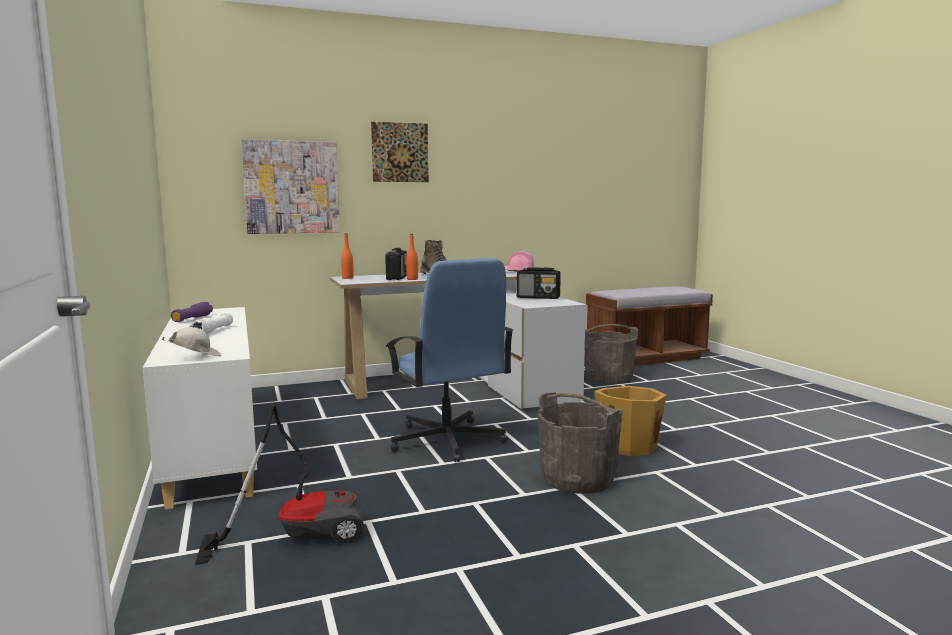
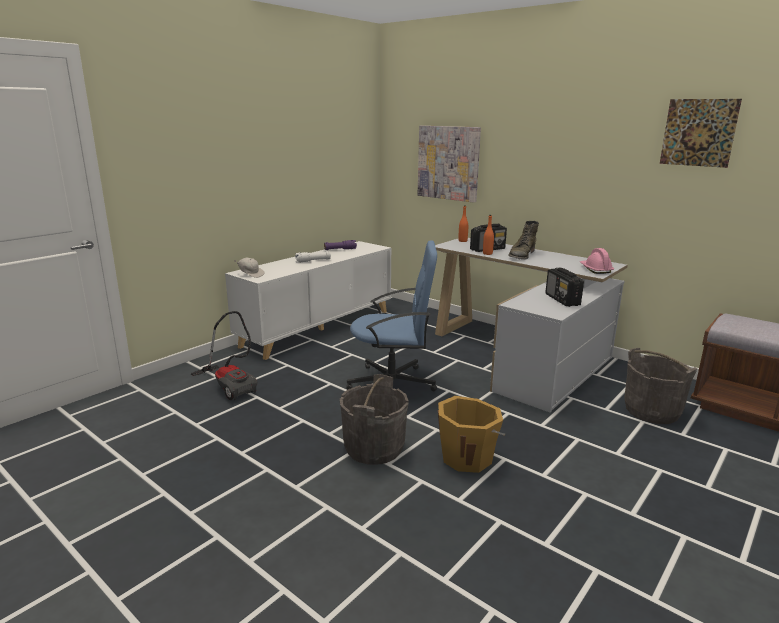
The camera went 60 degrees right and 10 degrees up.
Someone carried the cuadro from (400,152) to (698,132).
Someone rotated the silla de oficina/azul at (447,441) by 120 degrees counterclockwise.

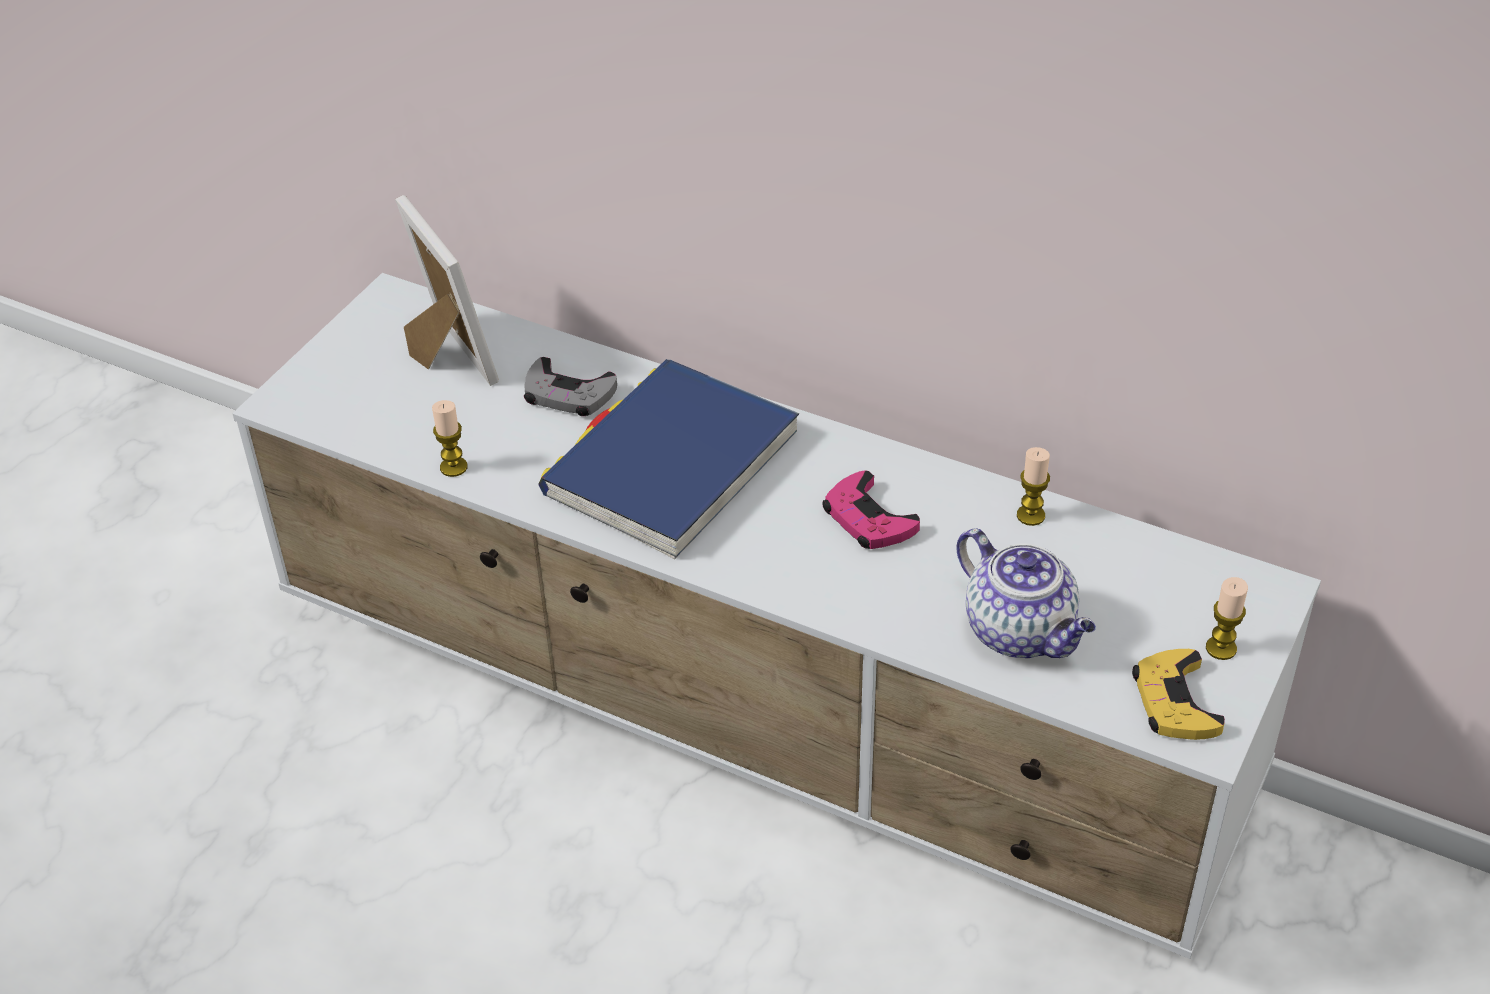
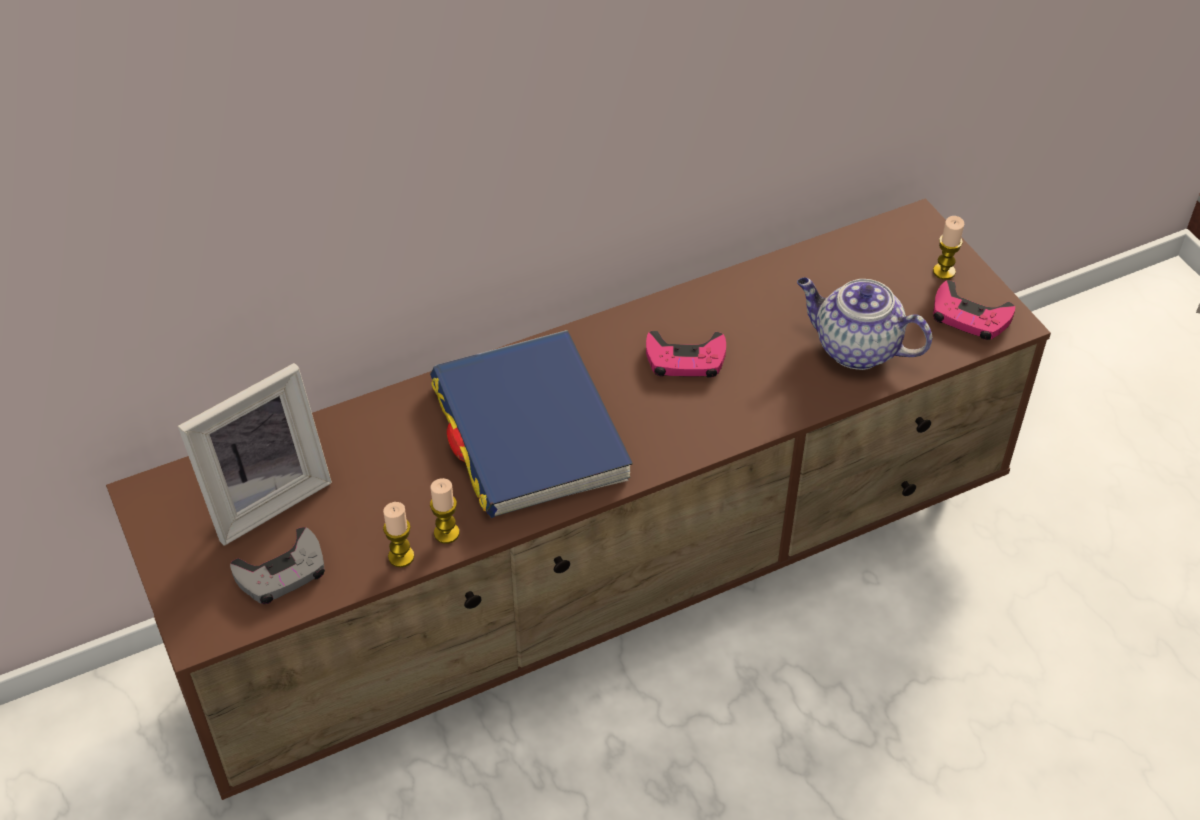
The camera went 55 degrees left and 5 degrees up.
Someone repainted the mueble de televisión/blanco at (756,724), which became the mueble de televisión/marrón at (604,583).
Someone rotated the portarretratos at (445,357) by 135 degrees clockwise.
Someone carried the mando de consola/gris from (568,394) to (282,572).
Someone rotated the tetera at (1022,632) by 150 degrees counterclockwise.
Someone carried the vela from (1030,515) to (446,533).
Someone repainted the mando de consola/amarillo at (1174,702), which became the mando de consola/rosa at (969,317).

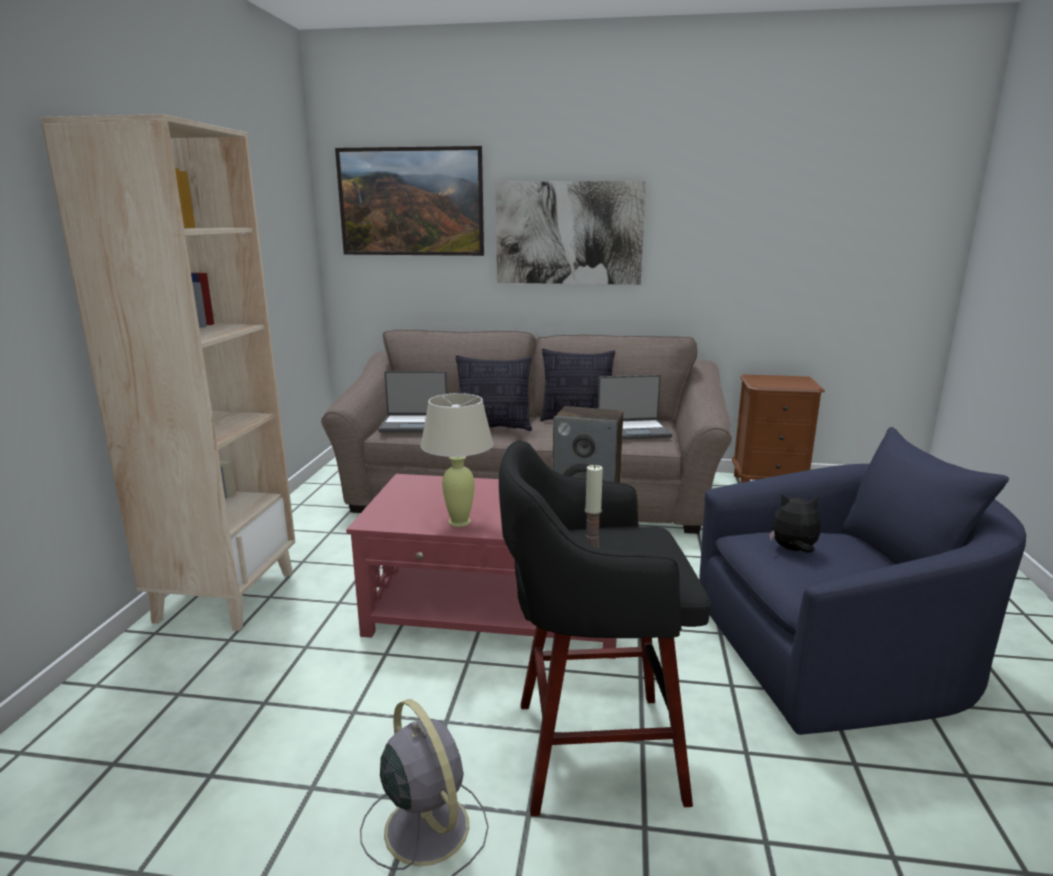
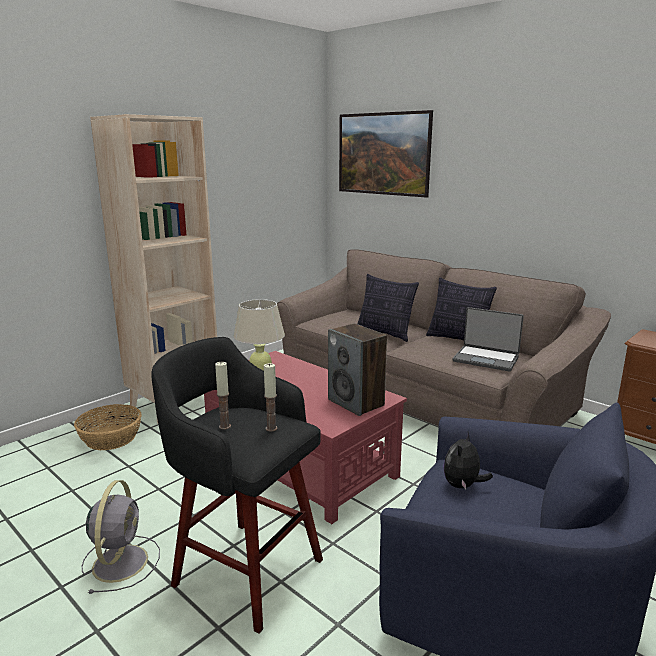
The camera went 35 degrees right and 0 degrees up.
Someone took away the portátil at (414,425).
Someone took away the cuadro at (568,233).
Someone rotated the peluche at (793,550) by 105 degrees counterclockwise.
Someone put down the cesta at (111,438).
Someone put down the vela at (271,428).

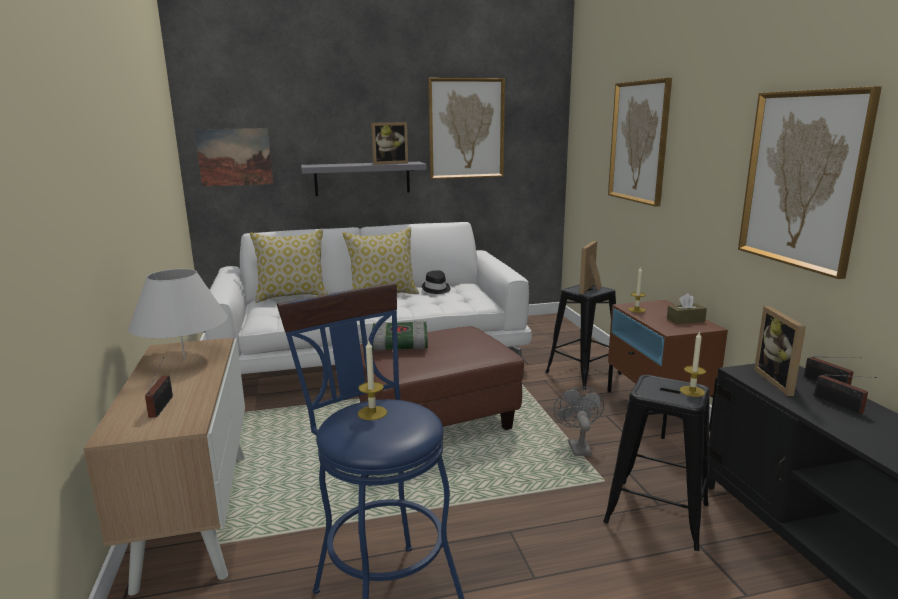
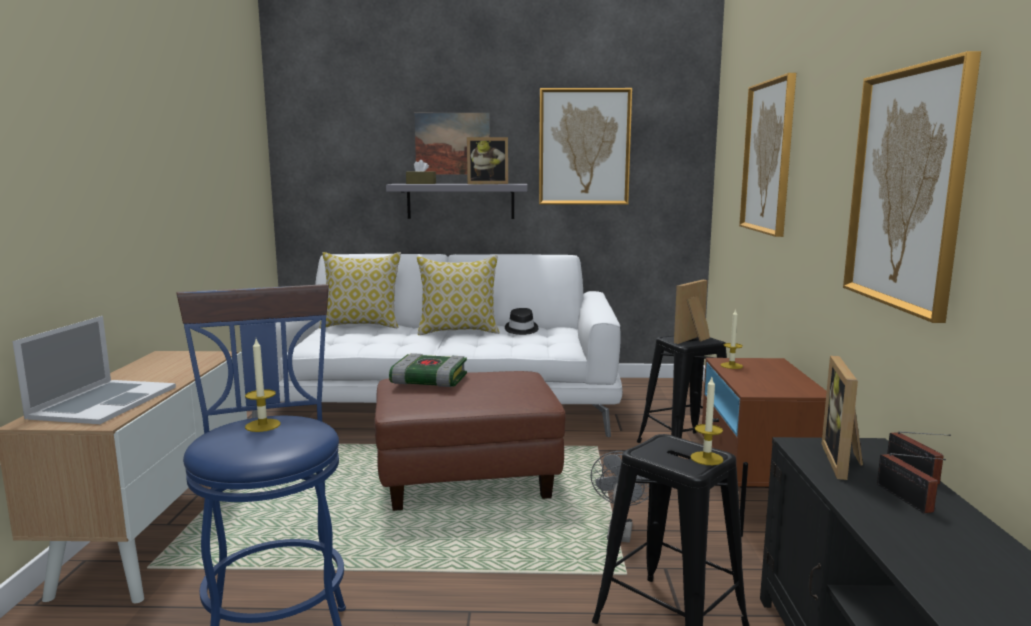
The camera went 15 degrees right and 5 degrees down.
Someone took away the lámpara de mesa/blanco at (184,357).
Someone swapped the radio at (162,405) for the portátil at (103,402).
Someone carried the cuadro from (235,157) to (452,143).
Someone carried the caja de pañuelos/marrón from (685,320) to (421,183).

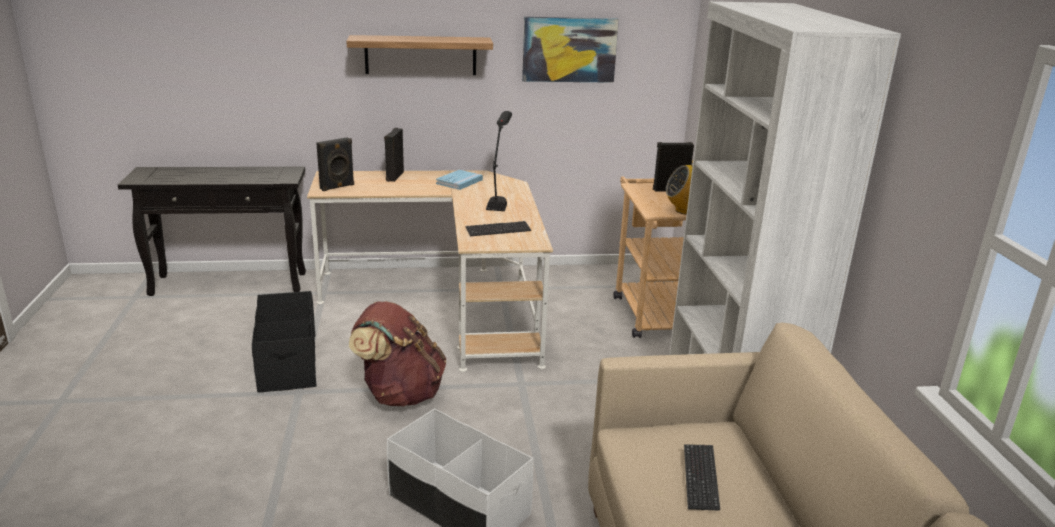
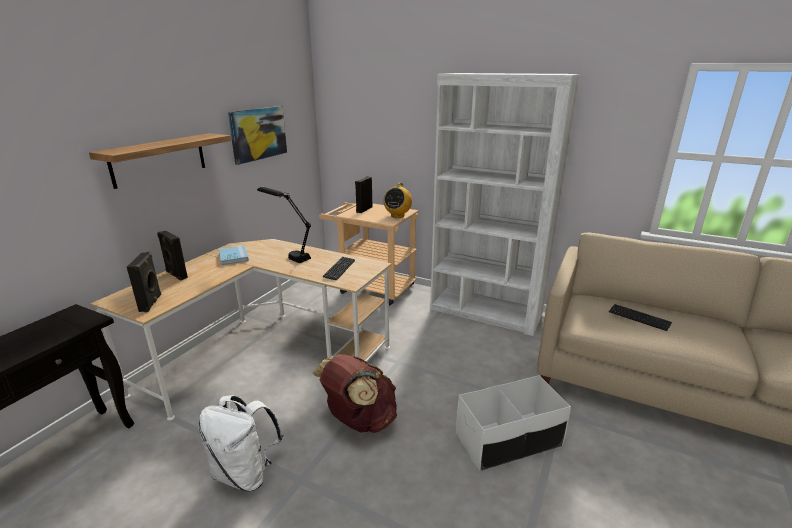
The camera went 55 degrees left and 0 degrees up.
Someone swapped the caja de almacenaje/negro at (287,363) for the mochila/blanco at (246,473).

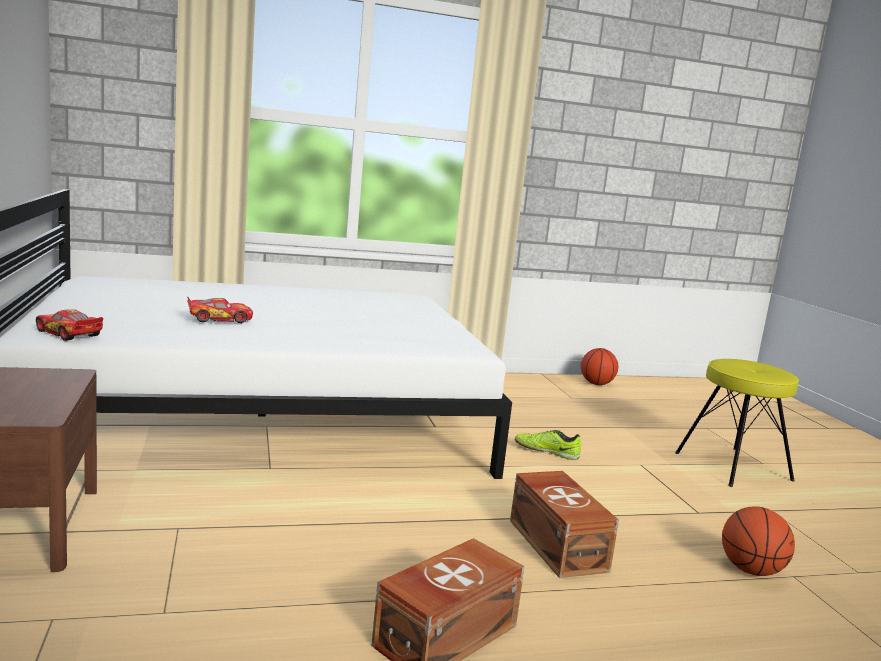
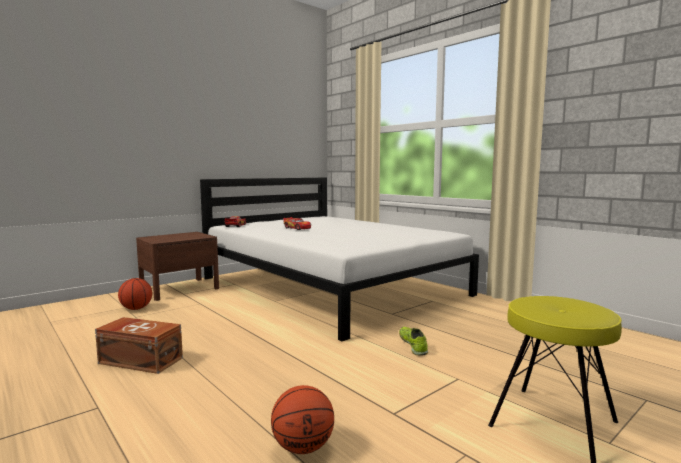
The camera went 65 degrees right and 5 degrees down.
Someone took away the caja de almacenaje/marrón at (558,544).
Someone carried the balón de baloncesto from (596,384) to (136,309).

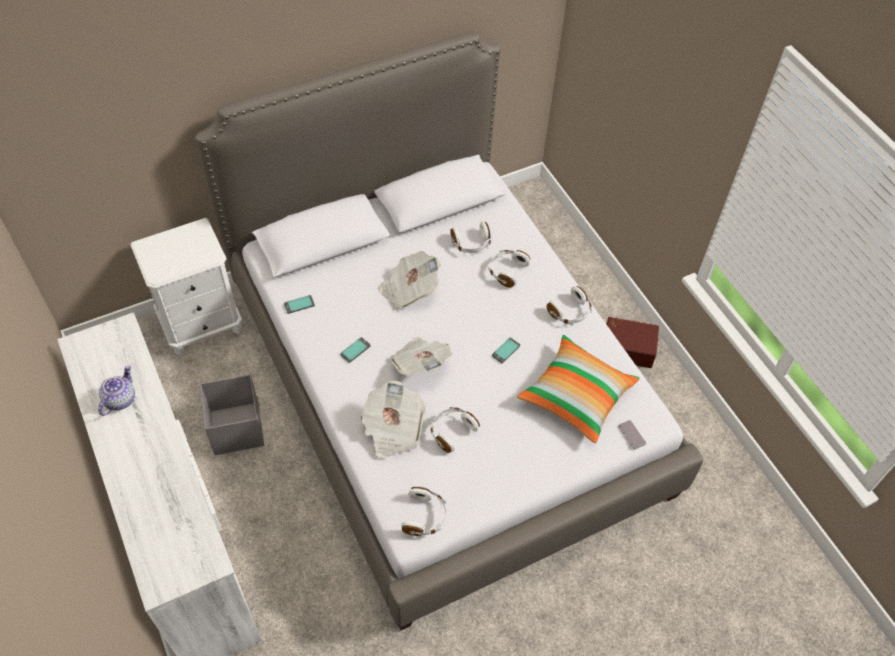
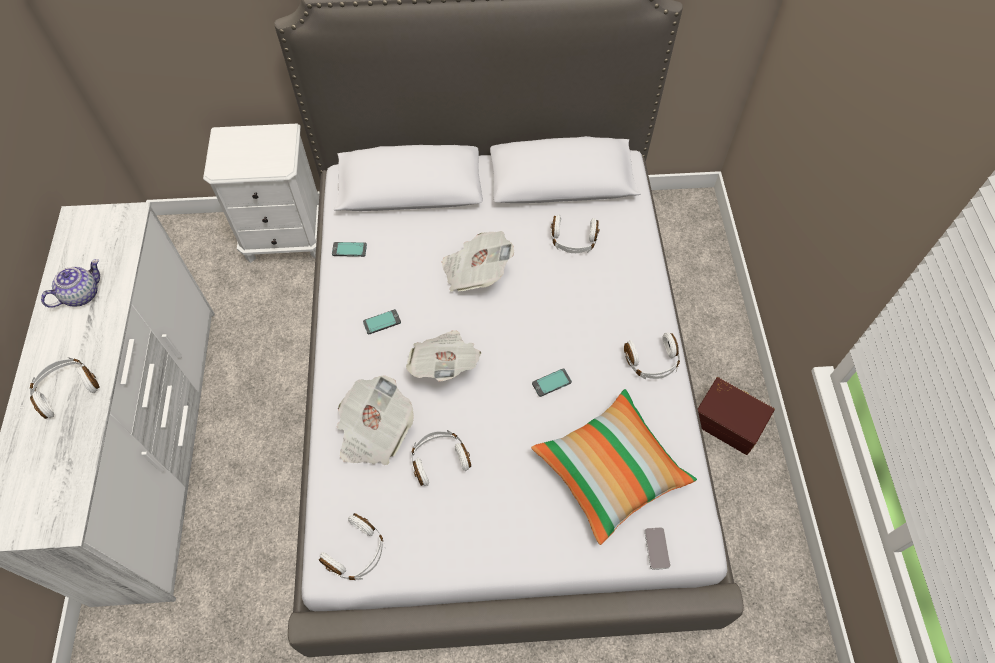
The camera went 25 degrees right and 5 degrees up.
Someone took away the caja de almacenaje/gris at (237,428).
Someone carried the auriculares/blanco from (507,271) to (67,389).

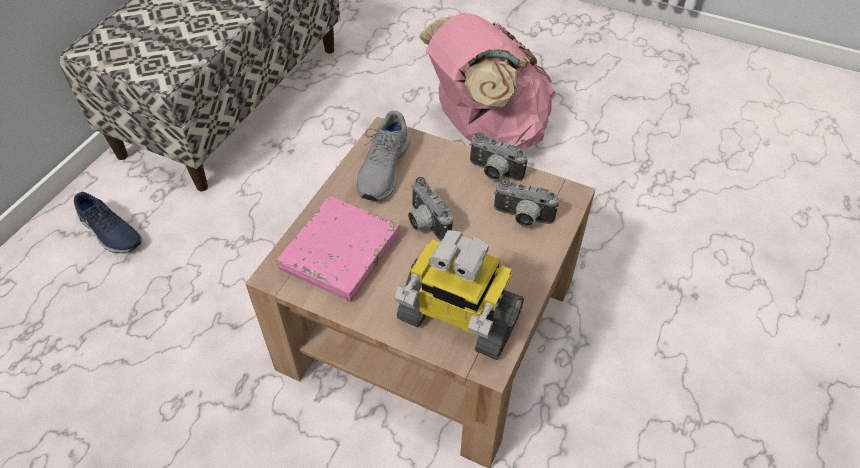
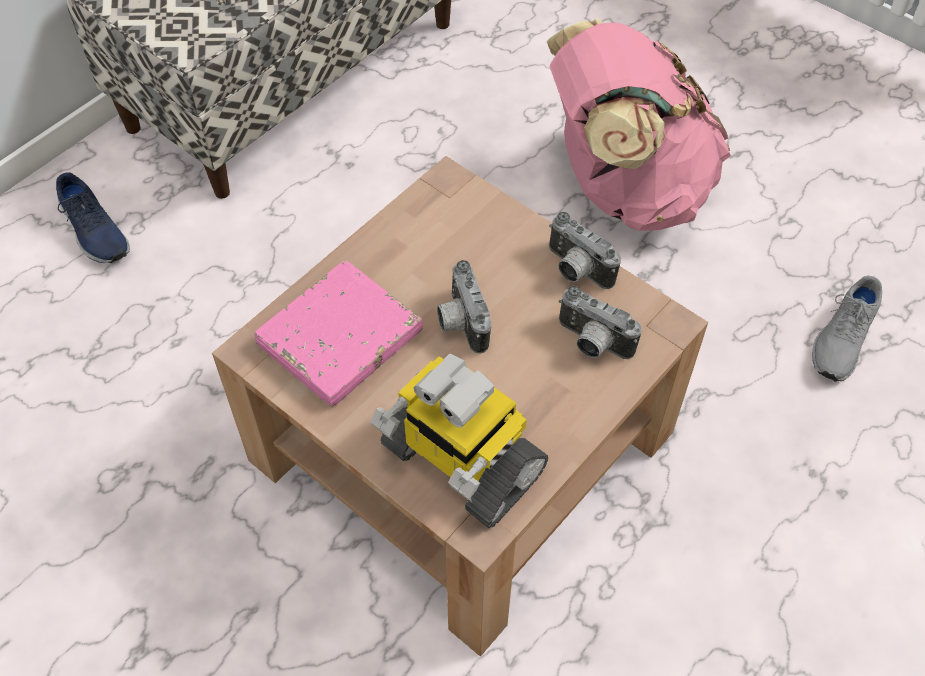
The camera went 15 degrees right and 5 degrees up.
Someone carried the zapato/gris from (383,168) to (842,338).

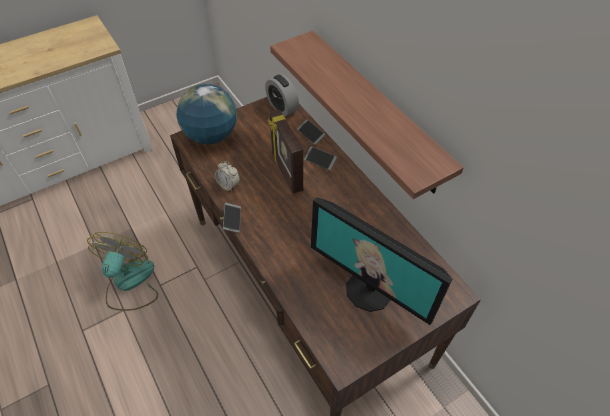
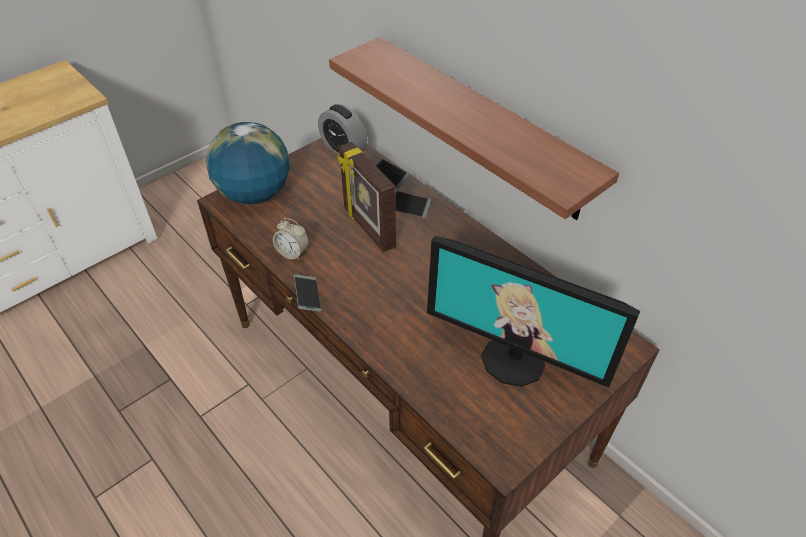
The camera went 10 degrees left and 5 degrees down.
Someone took away the ventilador at (129,283).

